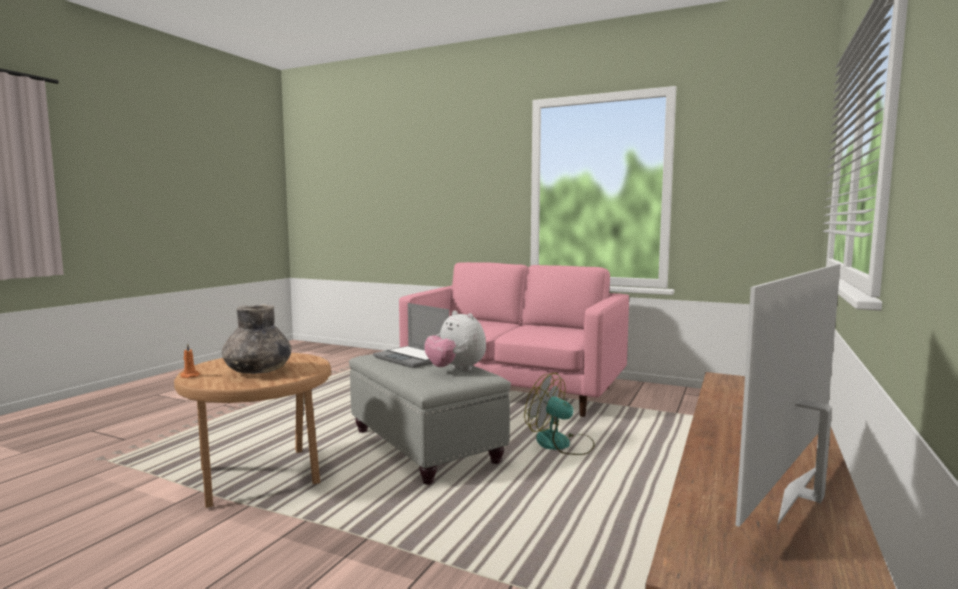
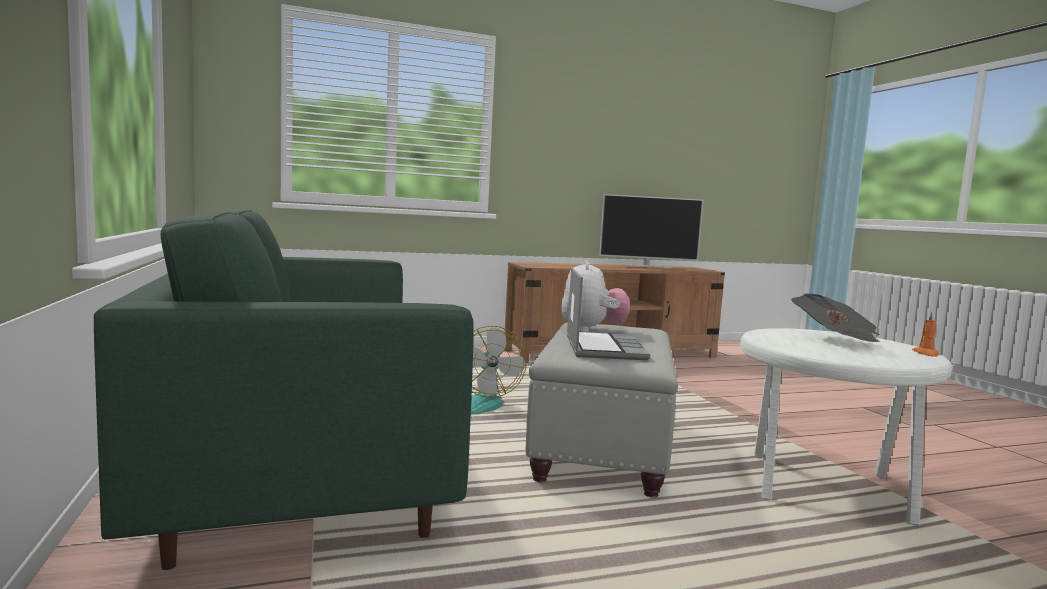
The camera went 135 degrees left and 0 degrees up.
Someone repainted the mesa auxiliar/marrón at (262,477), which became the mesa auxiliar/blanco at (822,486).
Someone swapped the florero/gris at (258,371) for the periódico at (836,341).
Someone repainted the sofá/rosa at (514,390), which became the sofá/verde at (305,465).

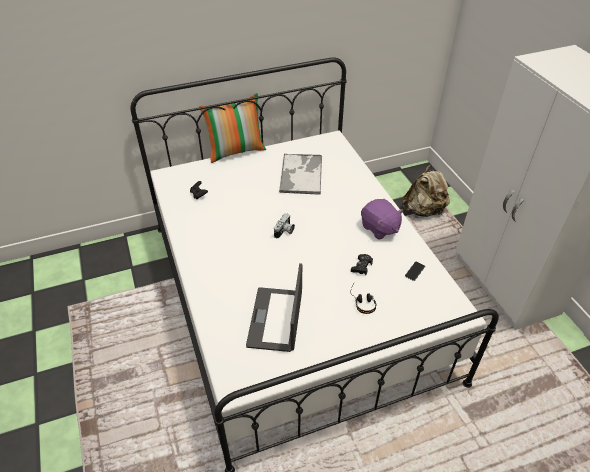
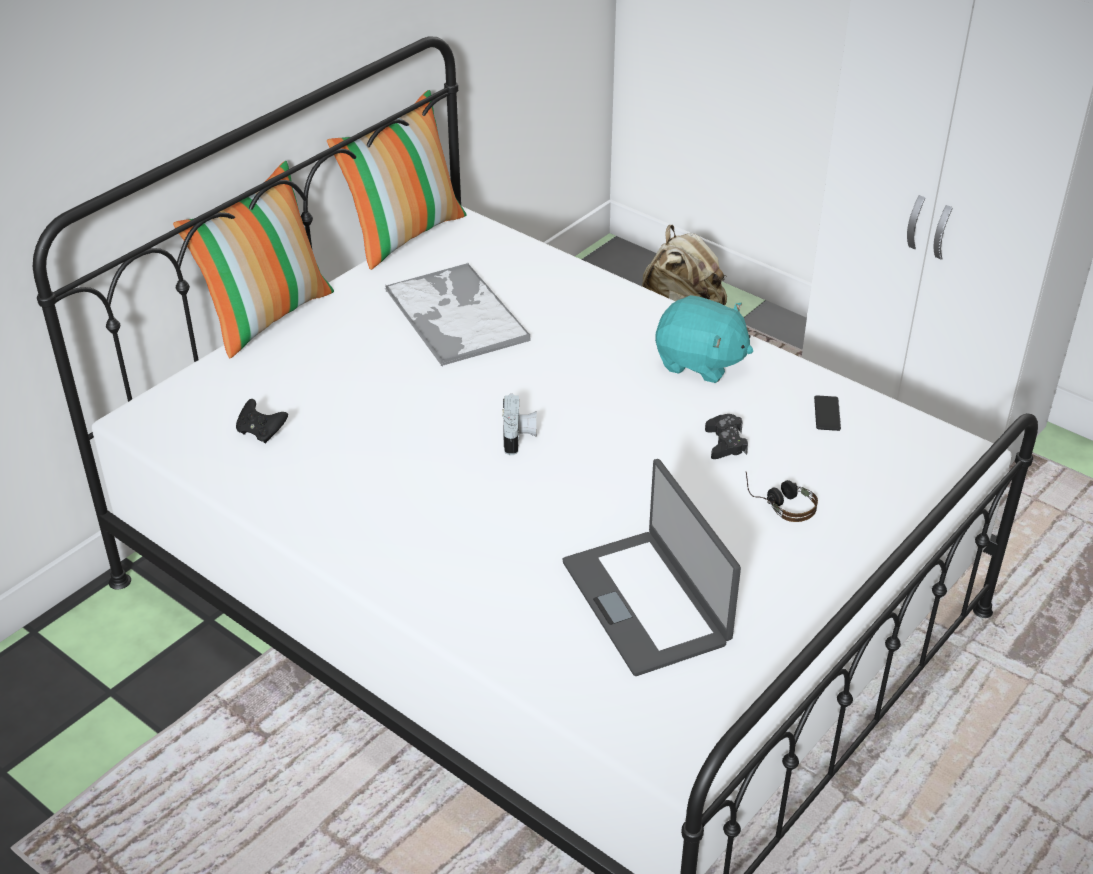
The camera went 30 degrees left and 5 degrees down.
Someone repainted the peluche/morado at (379,228), which became the peluche/turquesa at (700,362).
Someone put down the cojín at (404,234).

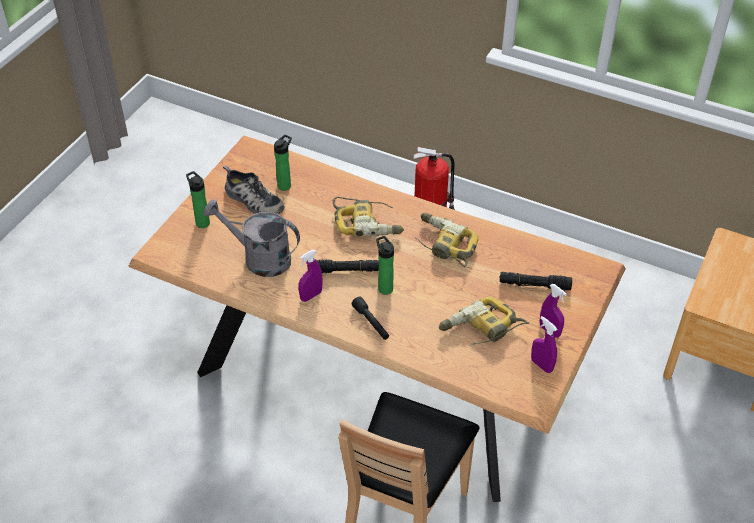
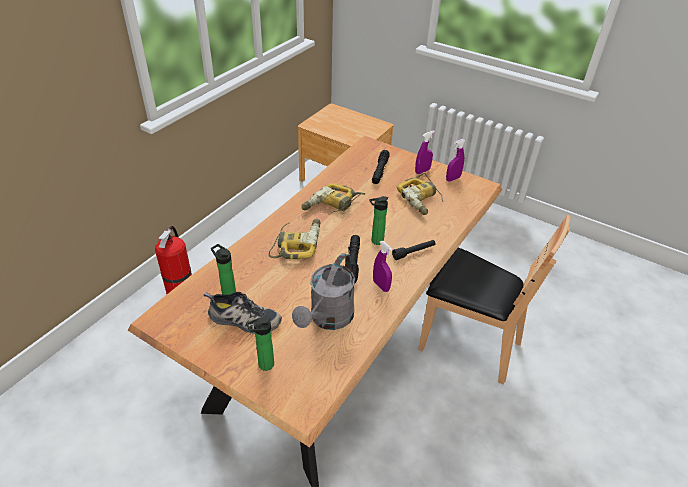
The camera went 85 degrees left and 5 degrees down.
Someone rotated the zapato at (252,201) by 60 degrees clockwise.

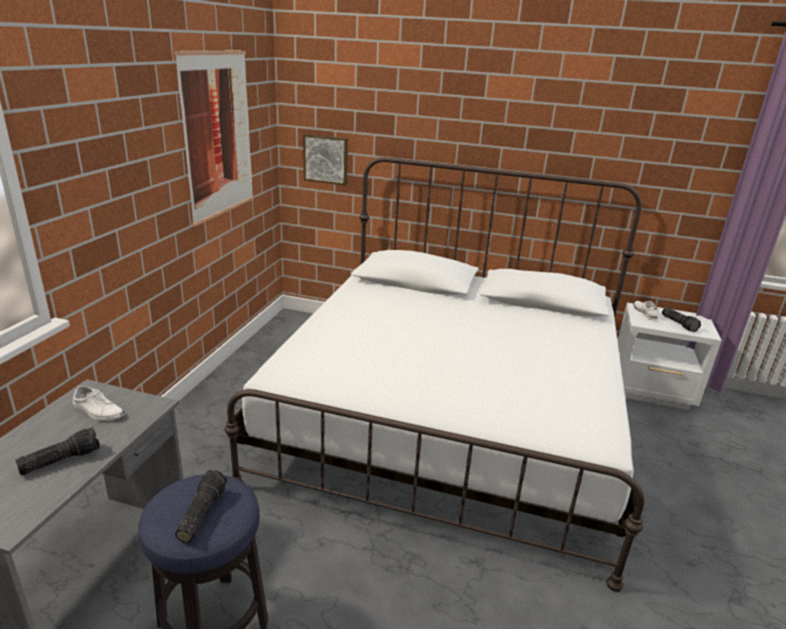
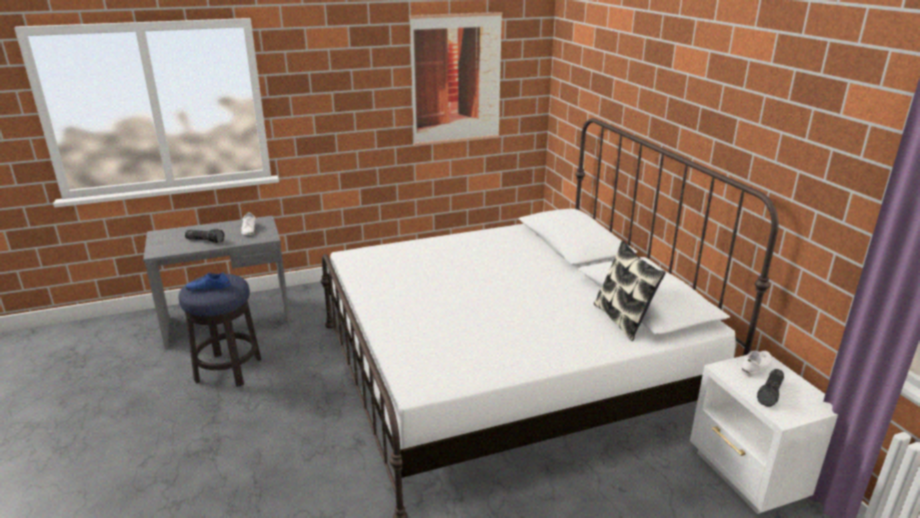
The camera went 55 degrees right and 0 degrees up.
Someone swapped the linterna at (201,513) for the zapato/azul at (208,287).
Someone took away the cuadro at (326,159).
Someone put down the cojín at (623,320).

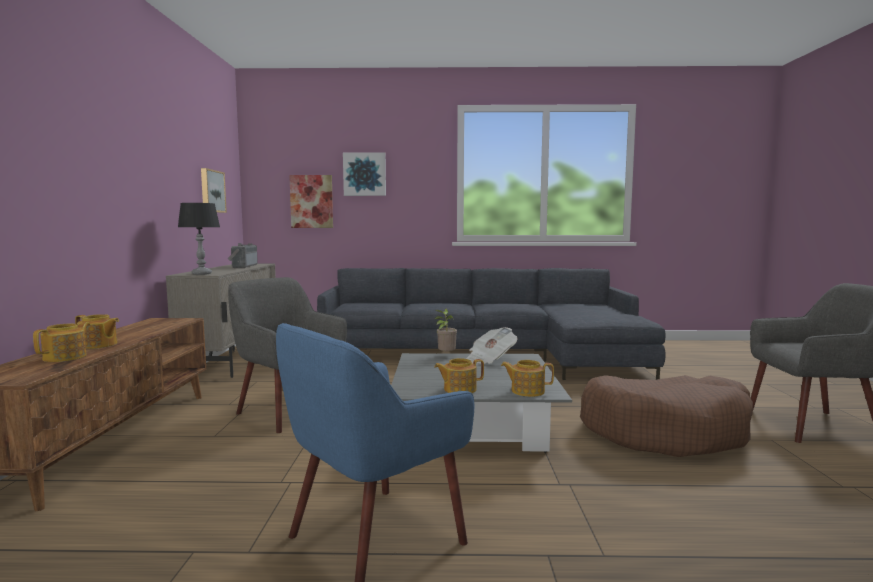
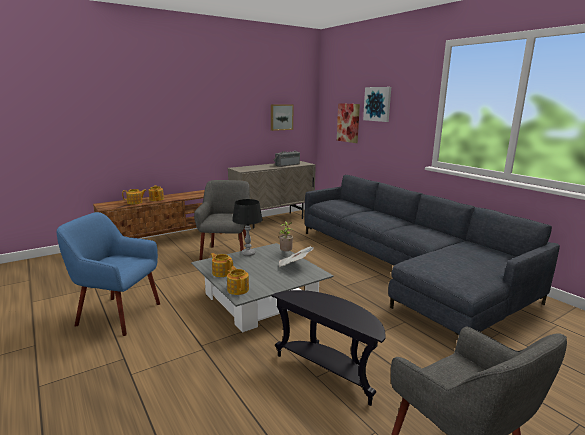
The camera went 55 degrees right and 10 degrees up.
Someone carried the lámpara de mesa/negro from (202,274) to (248,254).
Someone swapped the cama para perro/marrón at (665,431) for the mesa auxiliar/negro at (328,371).

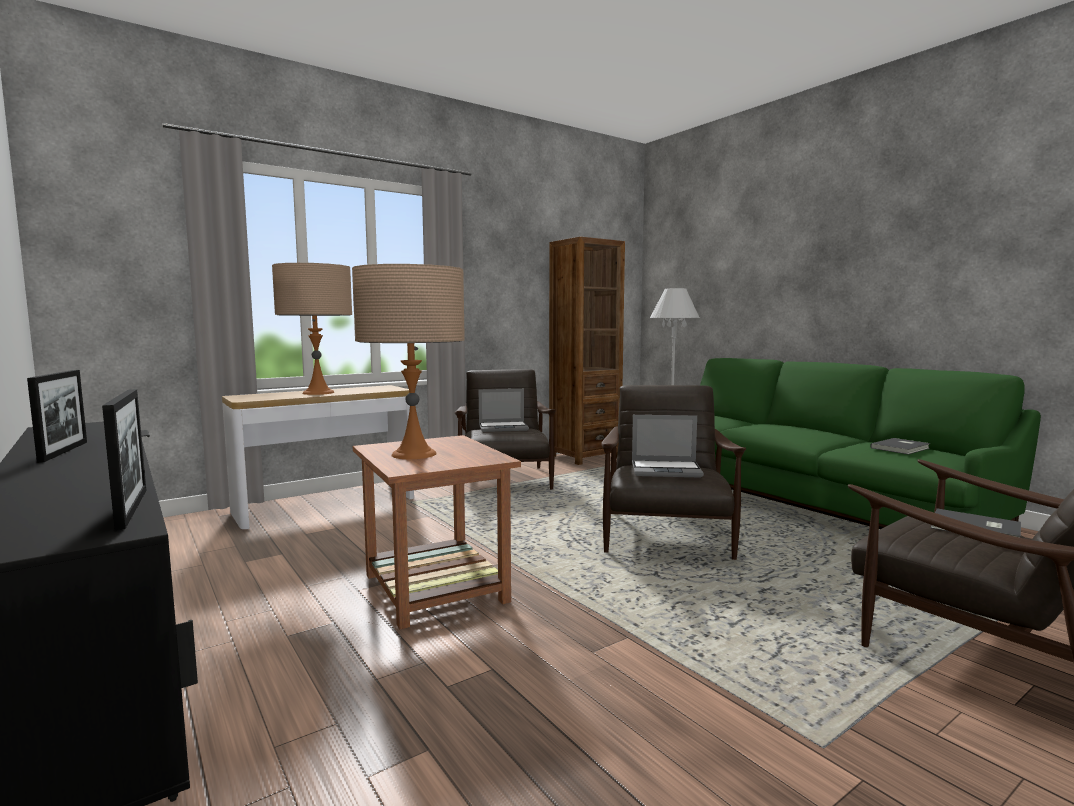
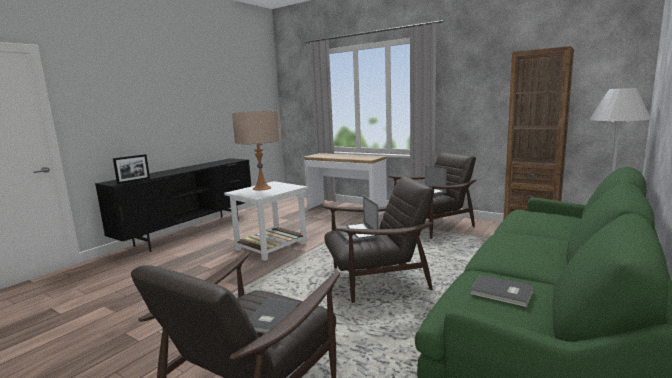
The camera went 70 degrees right and 5 degrees up.
Someone took away the portarretratos at (63,451).
Someone took away the lámpara de mesa/beis at (318,393).
Someone repainted the mesa auxiliar/marrón at (434,587), which became the mesa auxiliar/blanco at (272,246).

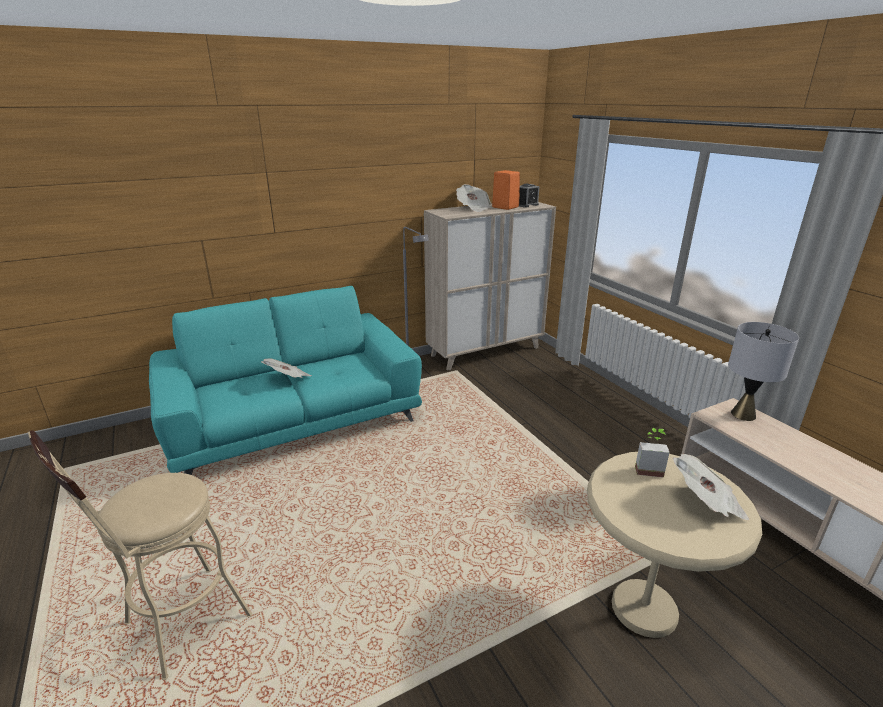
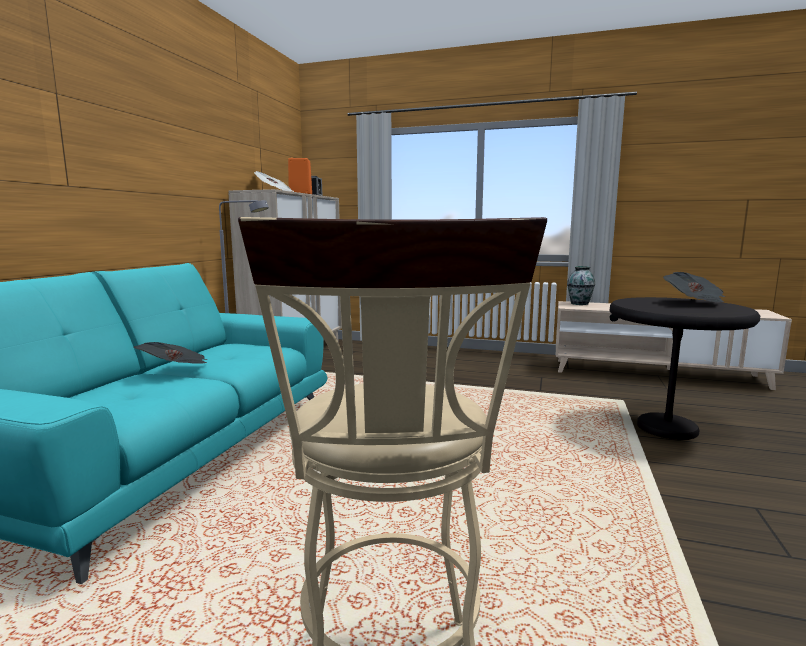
The camera went 45 degrees left and 15 degrees down.
Someone repainted the mesa auxiliar/beis at (644,609), which became the mesa auxiliar/negro at (667,428).
Someone took away the planta en maceta at (648,468).
Someone swapped the lámpara de mesa/gris at (743,414) for the florero at (579,304).

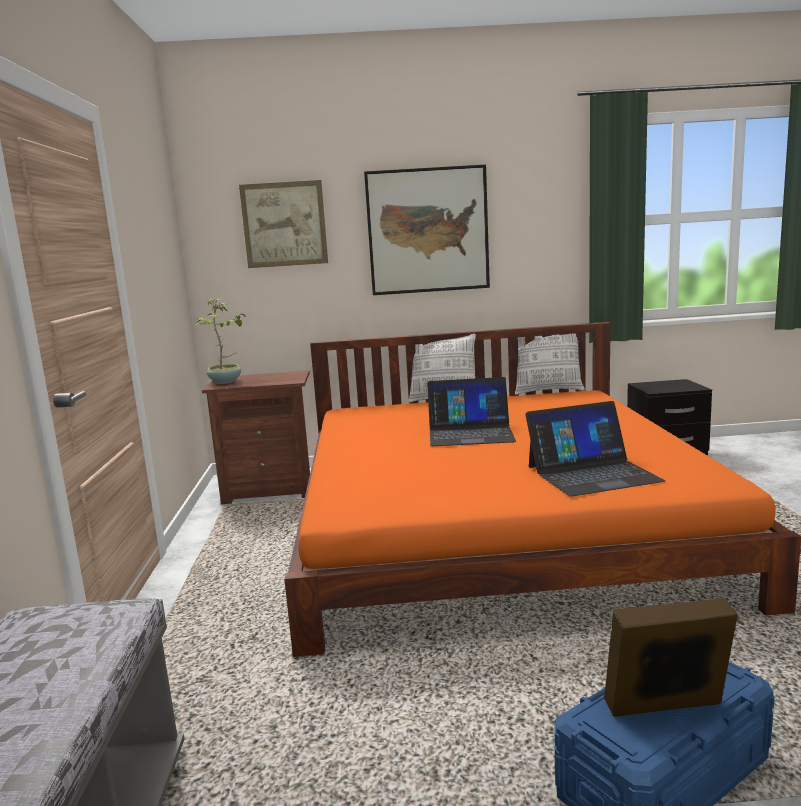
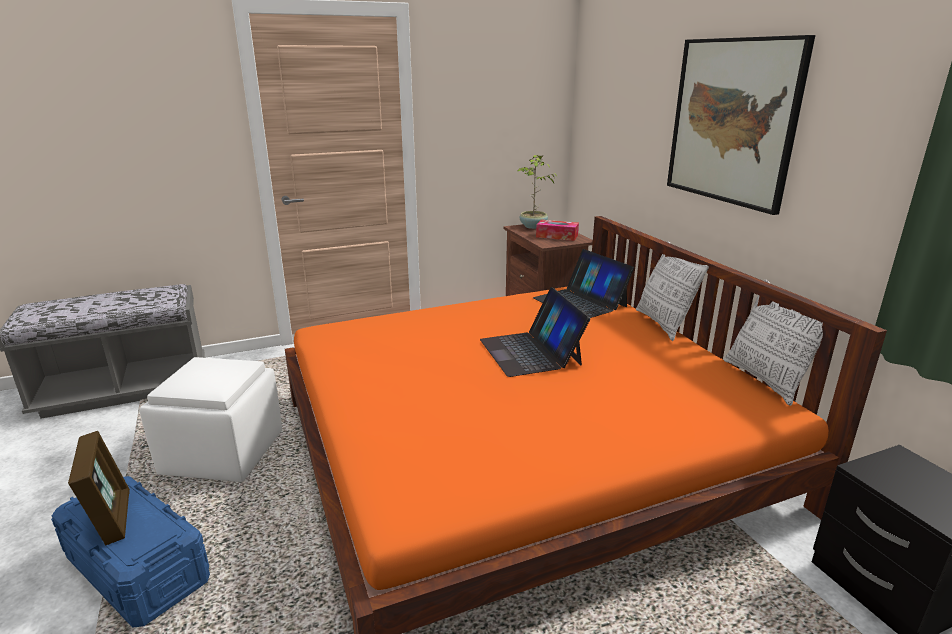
The camera went 70 degrees right and 10 degrees up.
Someone took away the cuadro at (284,224).
Someone carried the portátil from (592,473) to (580,302).
Someone put down the puf/blanco at (224,454).
Someone put down the caja de pañuelos at (557,236).

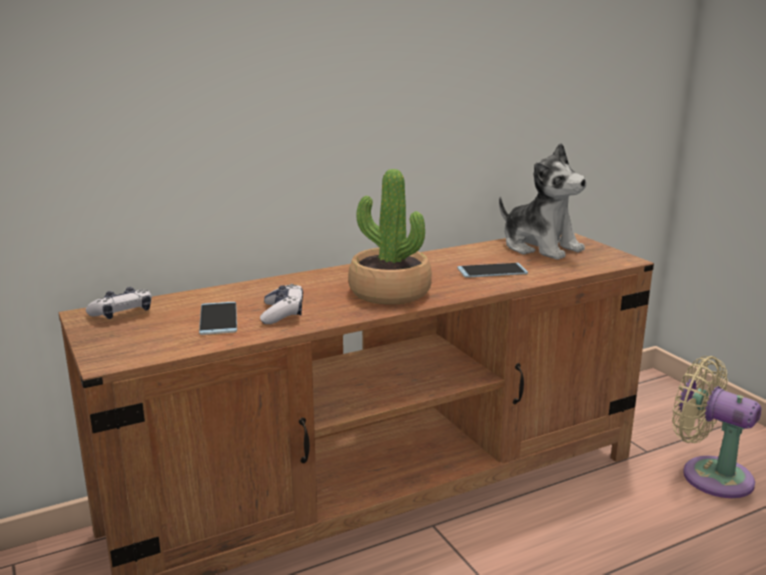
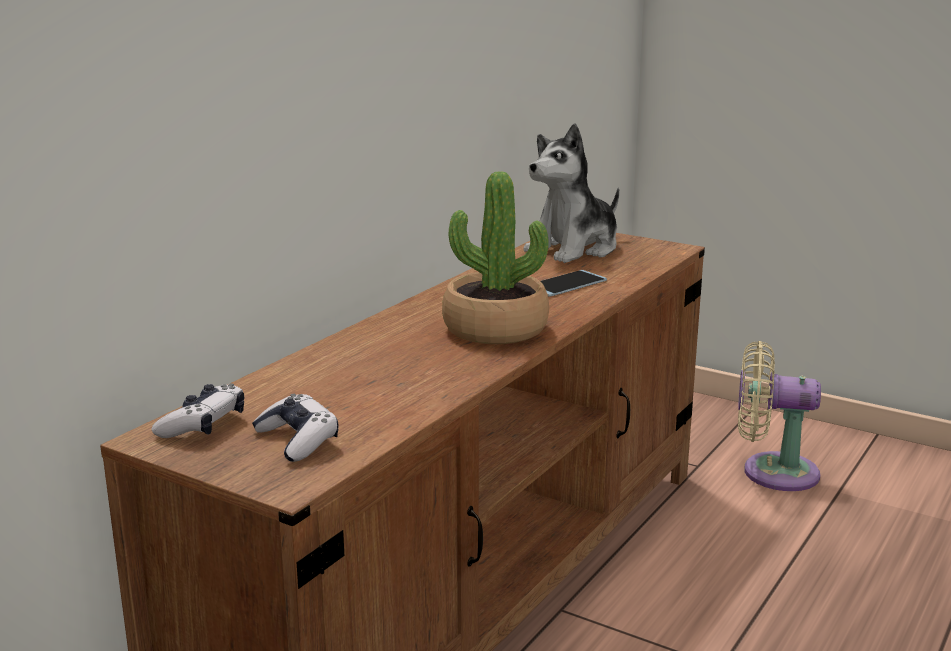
The camera went 30 degrees left and 0 degrees up.
Someone took away the móvil at (218,319).
Someone carried the mando de consola from (282,313) to (298,440).
Someone rotated the peluche at (540,247) by 120 degrees clockwise.

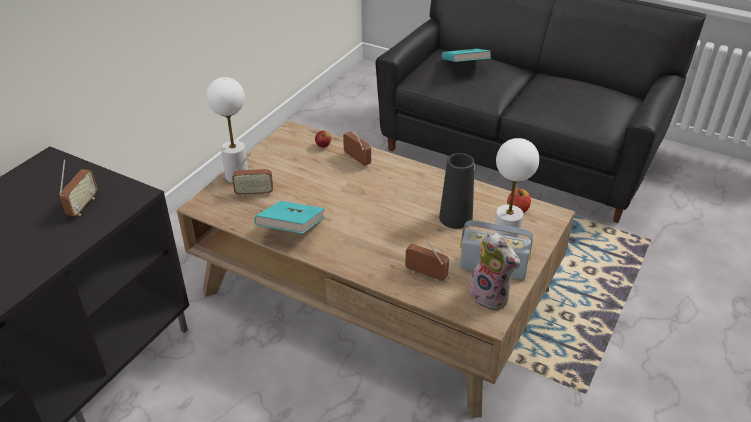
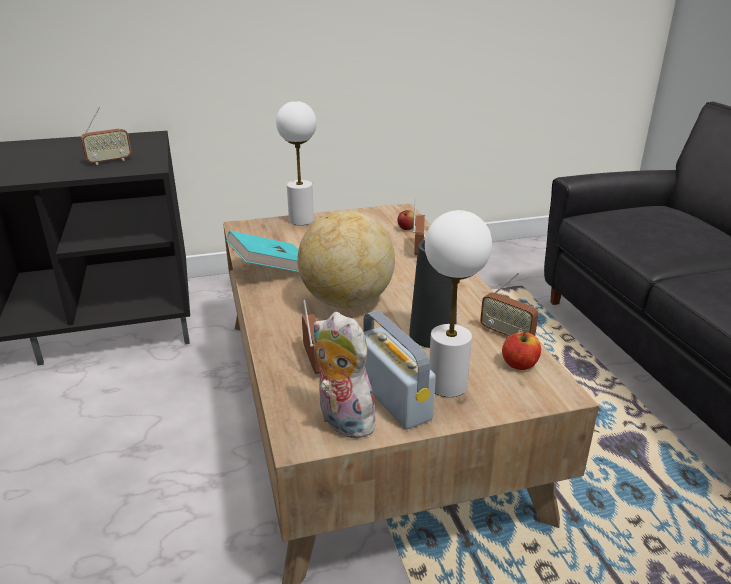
The camera went 45 degrees right and 10 degrees down.
Someone carried the radio from (254,193) to (506,335).
Someone took away the libro/turquesa at (464,66).
Someone rotated the peluche at (491,296) by 135 degrees clockwise.
Someone put down the globo terráqueo at (346,302).

